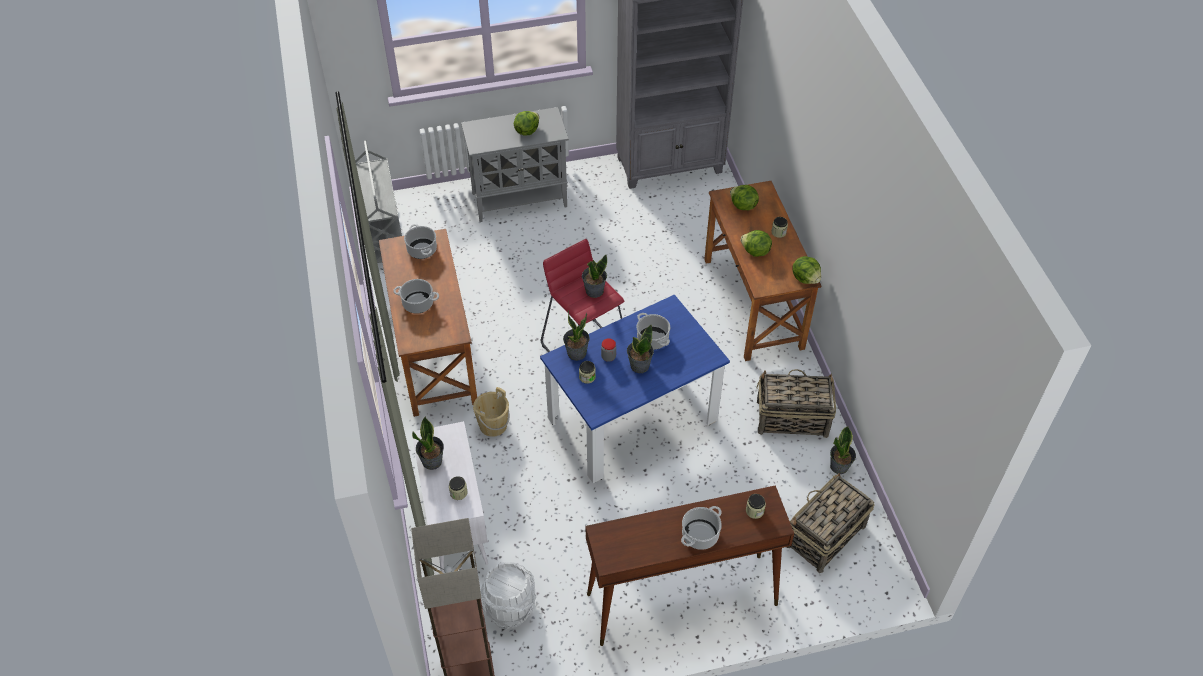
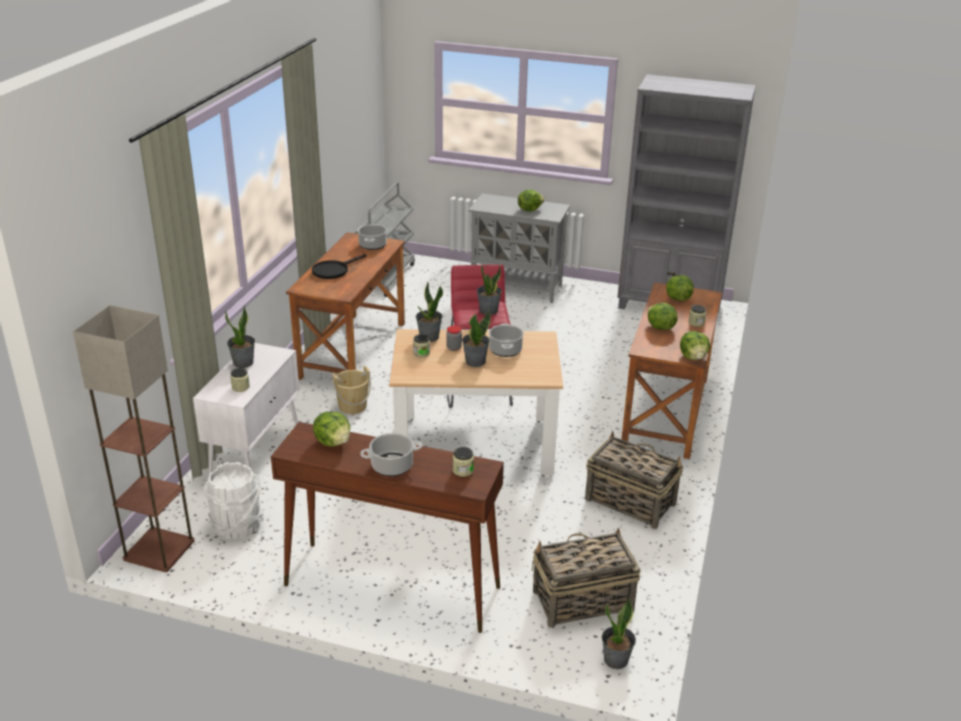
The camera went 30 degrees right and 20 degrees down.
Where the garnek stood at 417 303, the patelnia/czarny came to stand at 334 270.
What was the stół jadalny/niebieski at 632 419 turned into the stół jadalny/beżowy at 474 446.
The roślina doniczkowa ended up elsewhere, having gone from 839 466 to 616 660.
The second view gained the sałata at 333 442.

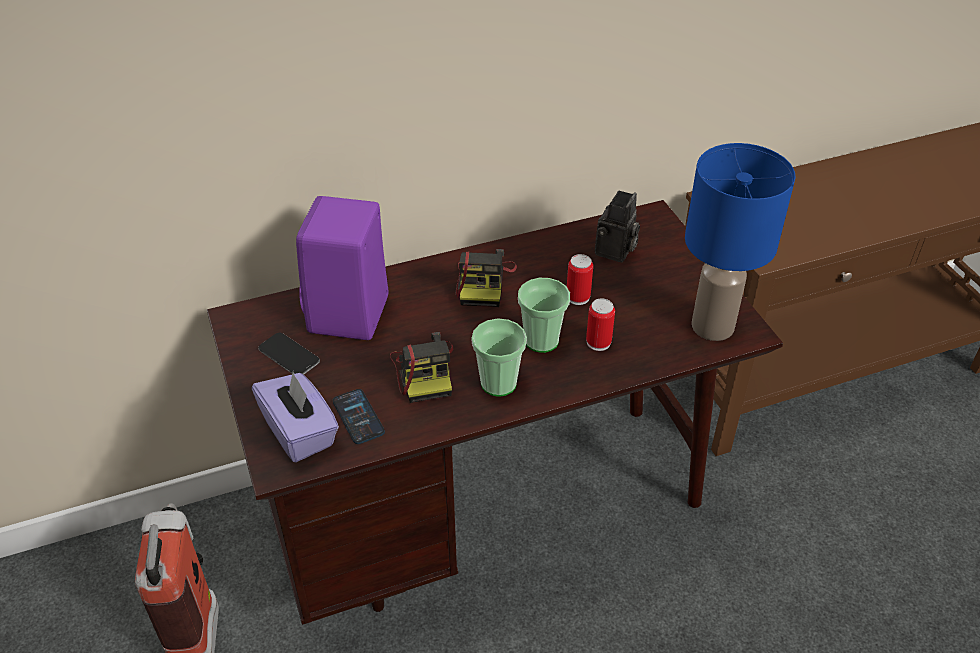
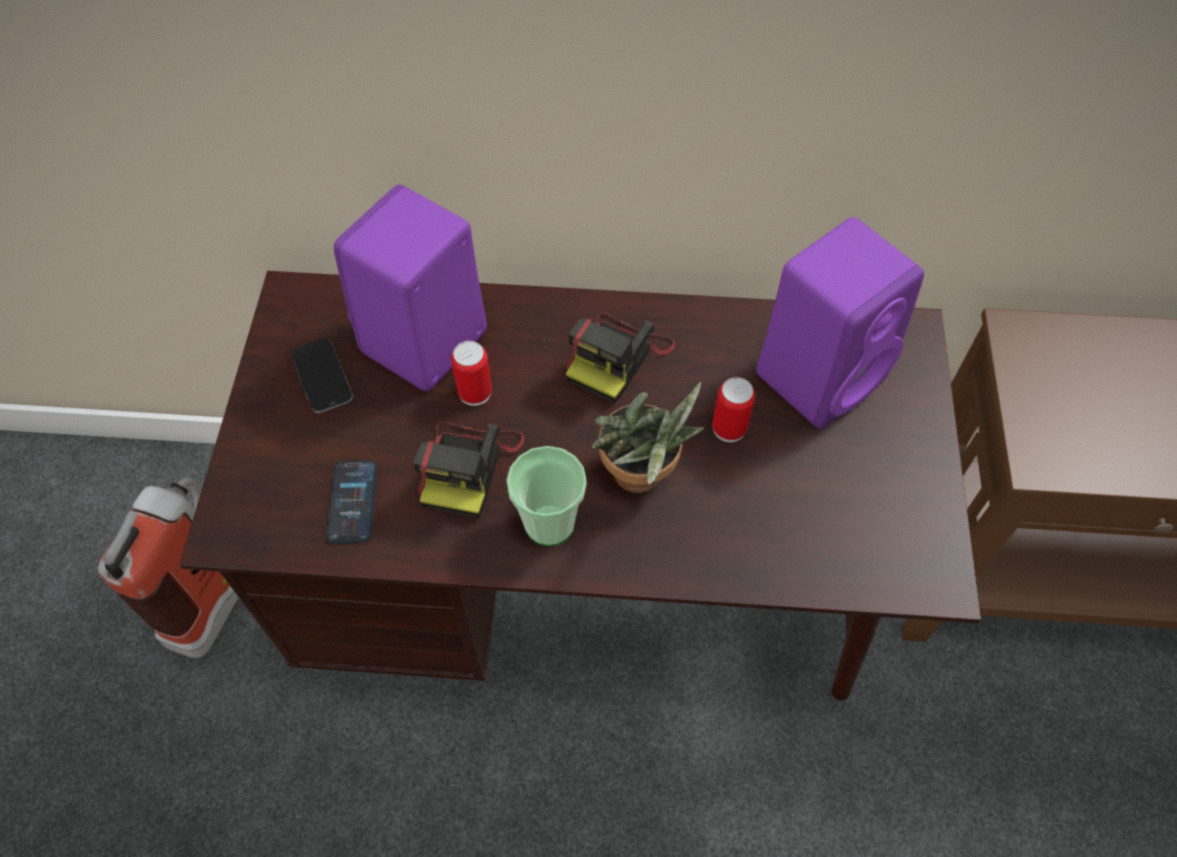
The camera went 25 degrees right and 15 degrees up.
The second view lost the pudełko chusteczek/fioletowy at 300 432.
Where the filiżanka stood at 541 340, the roślina doniczkowa came to stand at 641 478.
The puszka ended up elsewhere, having gone from 598 342 to 475 392.
Where the aparat fotograficzny stood at 615 252, the głośnik/fioletowy came to stand at 822 373.
The second view lost the lampa stołowa/niebieski at 714 327.

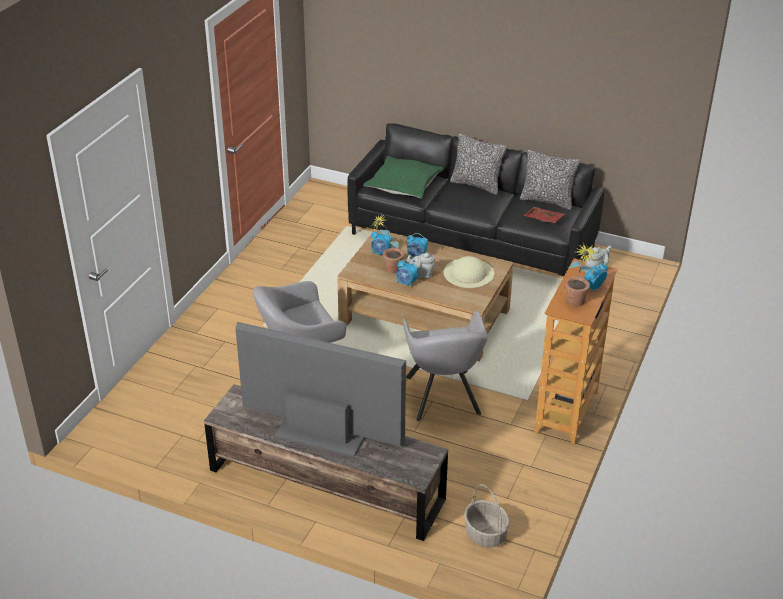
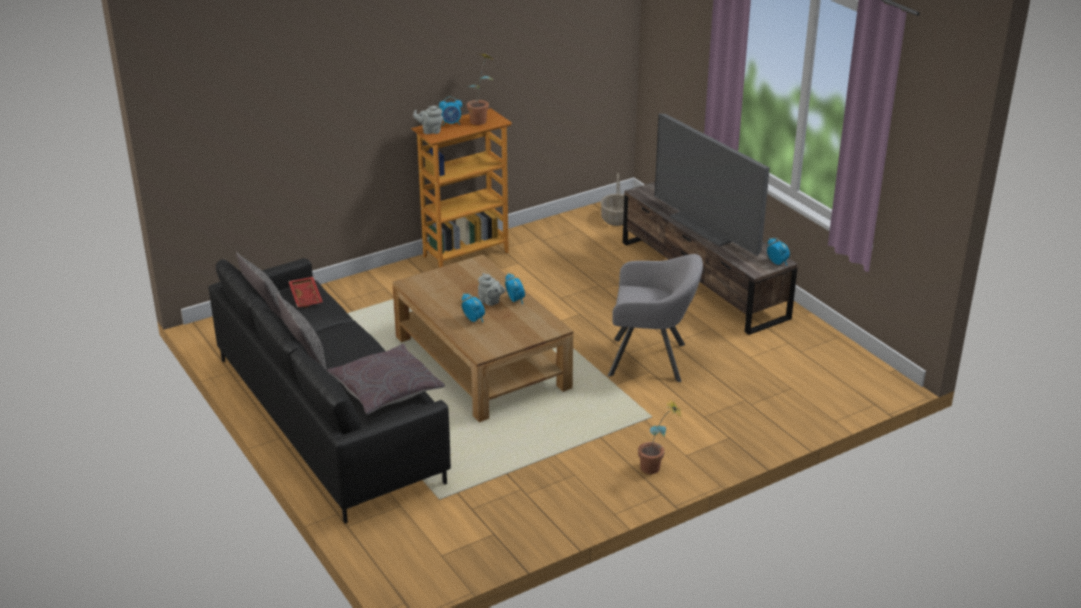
The camera went 145 degrees left and 5 degrees down.
What was the poduszka/zielony at 403 184 turned into the poduszka/szary at 386 389.
The budzik ended up elsewhere, having gone from 381 253 to 777 263.
The roślina doniczkowa ended up elsewhere, having gone from 388 269 to 656 468.
The second view lost the fotel/szary at 443 398.
The second view lost the kapelusz/beżowy at 468 273.

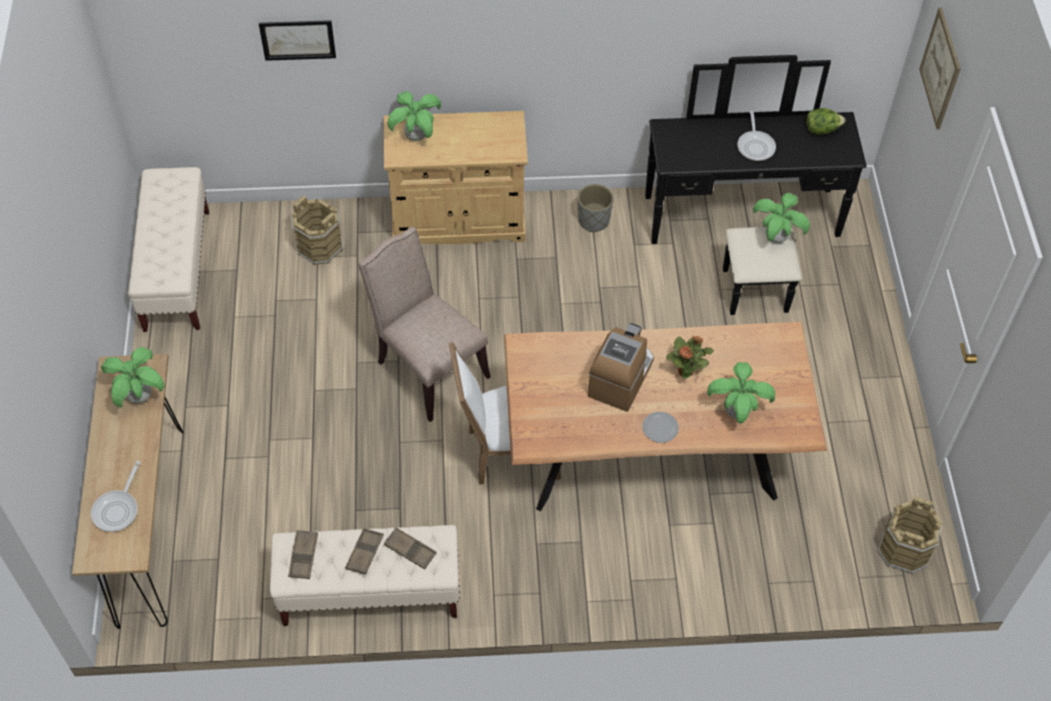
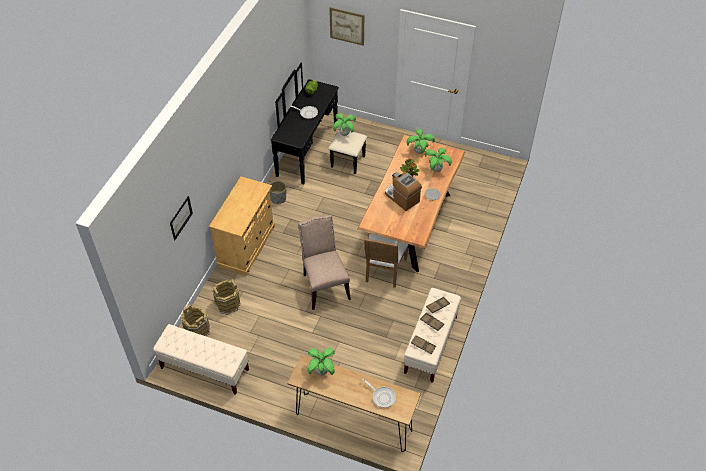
The camera went 65 degrees left and 5 degrees down.
The krzesło/beżowy at 428 368 ended up facing another way, 90 degrees clockwise from before.
The roślina doniczkowa ended up elsewhere, having gone from 416 136 to 419 151.
The wiadro/brązowy ended up elsewhere, having gone from 904 550 to 197 331.

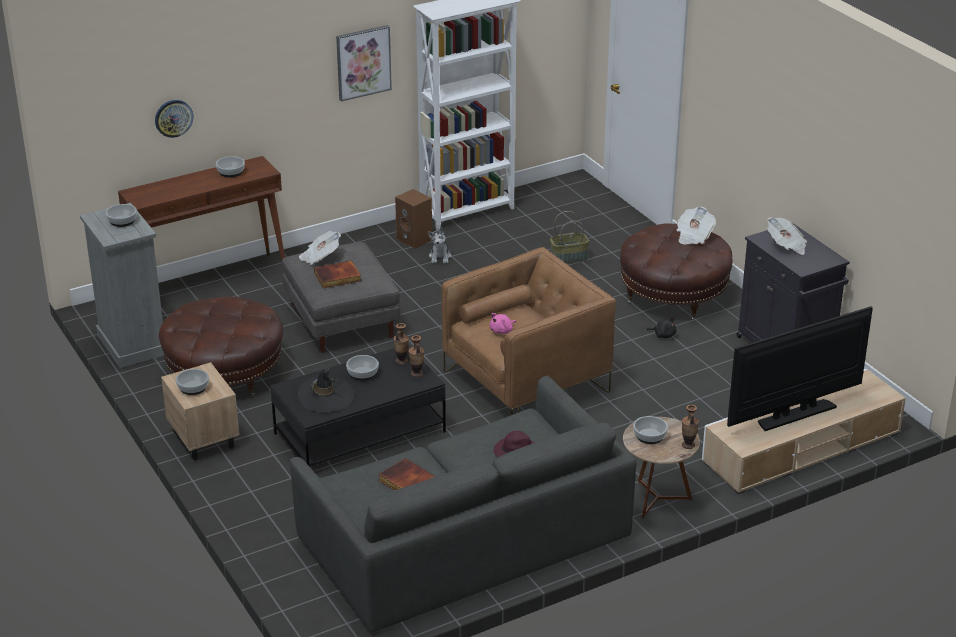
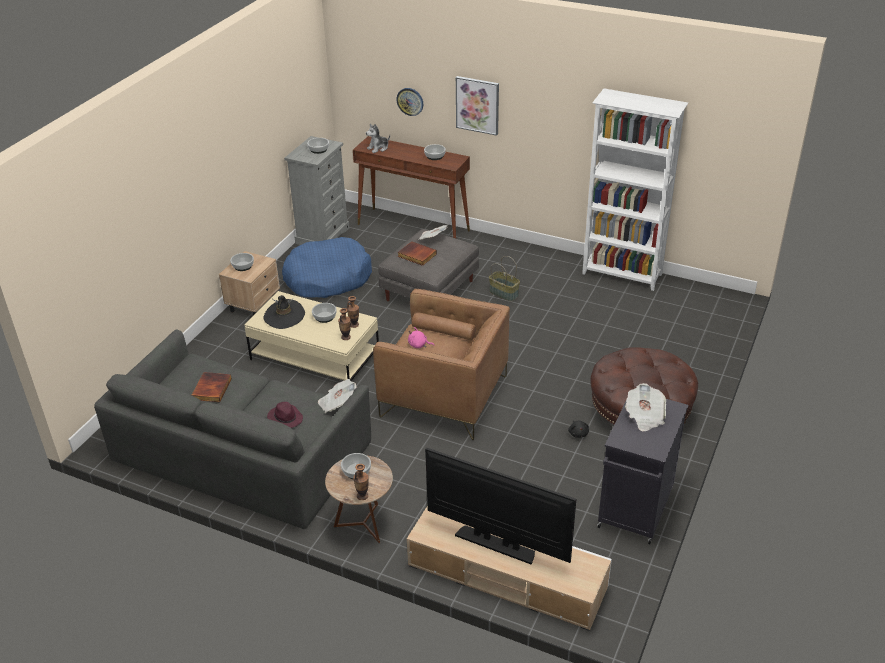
The camera went 55 degrees right and 5 degrees up.
Where the pufa/brązowy stood at 225 372, the legowisko/niebieski came to stand at 327 278.
What was the ława/czarny at 359 433 turned into the ława/beżowy at 314 356.
The obraz ended up elsewhere, having gone from 363 62 to 477 105.
The second view lost the głośnik/brązowy at 415 239.
The pluszak ended up elsewhere, having gone from 440 257 to 378 148.
The koszyk ended up elsewhere, having gone from 569 258 to 504 293.
The gazeta ended up elsewhere, having gone from 693 236 to 337 404.

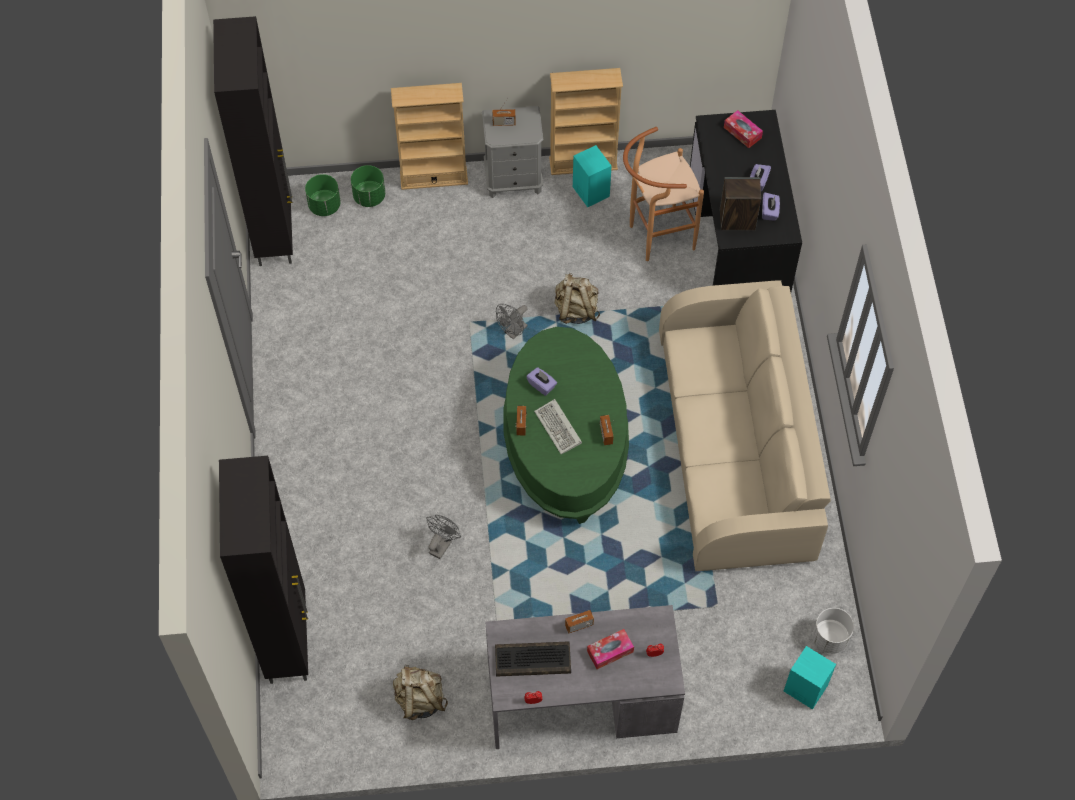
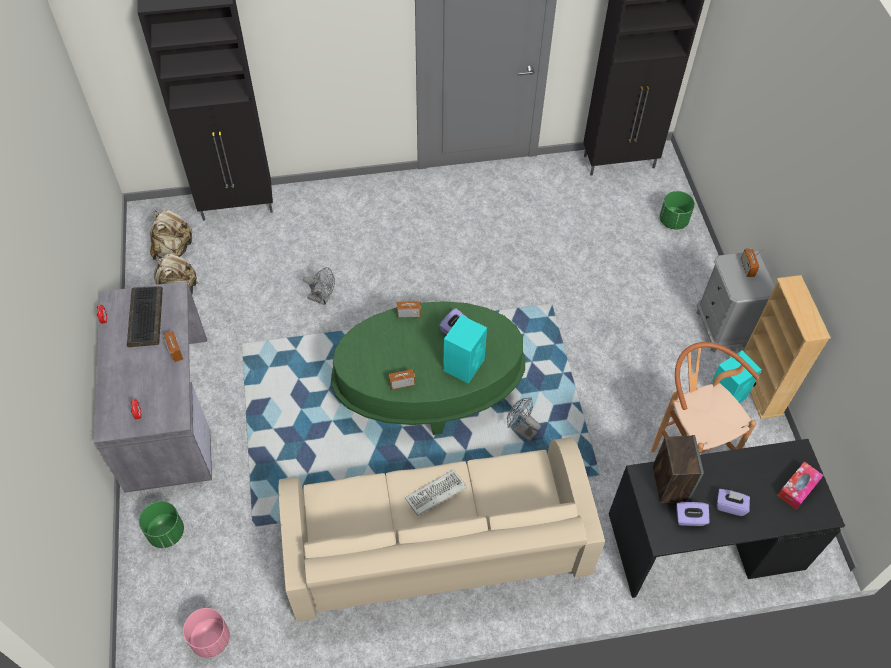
The camera went 85 degrees right and 5 degrees down.
The donica/zielony ended up elsewhere, having gone from 324 206 to 166 532.
The second view lost the regał/beżowy at 434 178.
The wentylator/szary ended up elsewhere, having gone from 513 332 to 521 430.
The klawiatura ended up elsewhere, having gone from 559 428 to 435 495.
The plecak/beżowy ended up elsewhere, having gone from 576 310 to 173 249.
The second view lost the pudełko chusteczek at 610 651.
The głośnik/turkusowy ended up elsewhere, having gone from 804 688 to 464 364.
What was the donica/biały at 830 638 turned into the donica/różowy at 210 639.

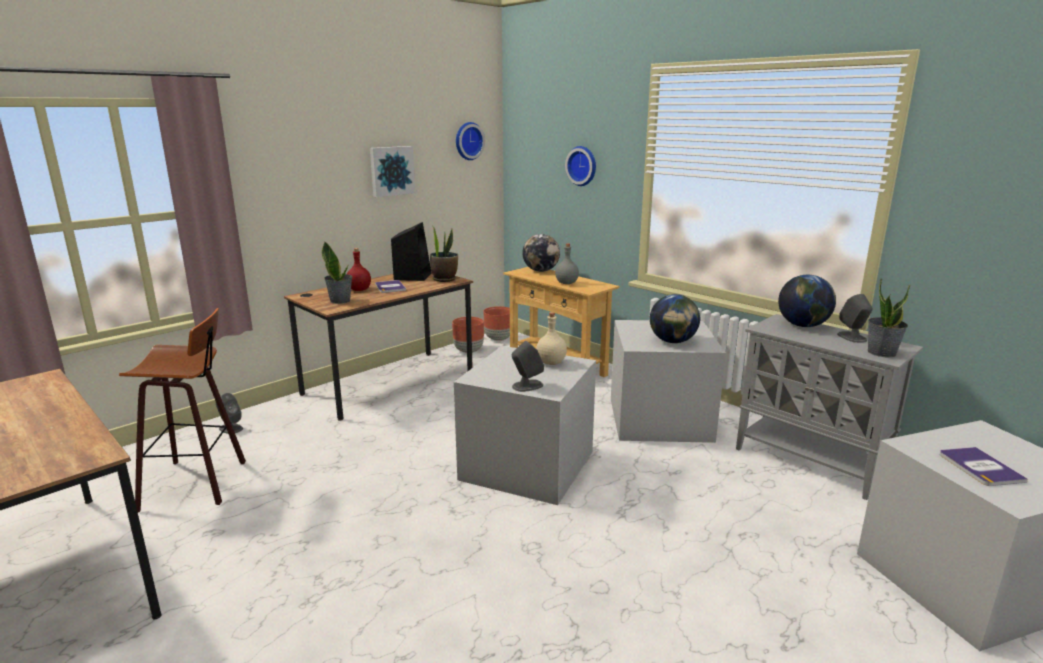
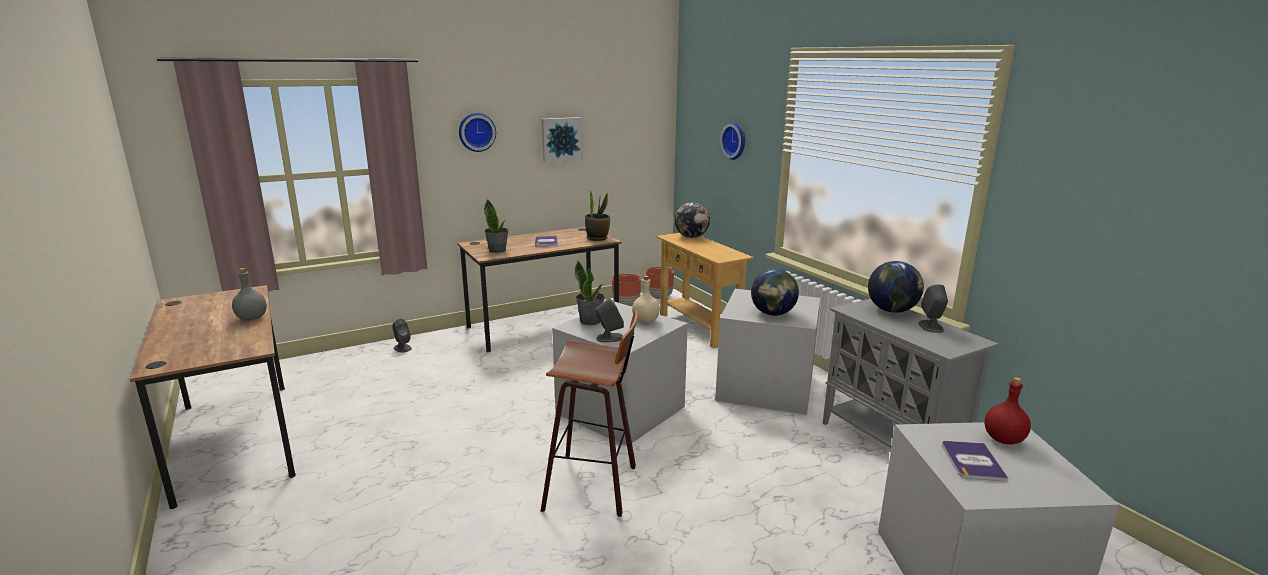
The camera went 15 degrees right and 0 degrees up.
The stołek ended up elsewhere, having gone from 198 483 to 594 485.
The butelka/czerwony ended up elsewhere, having gone from 360 290 to 1004 440.
The second view lost the głośnik/czarny at 412 276.
The zegar ścienny ended up elsewhere, having gone from 468 141 to 476 132.
The butelka/szary ended up elsewhere, having gone from 567 283 to 251 318.
The roślina doniczkowa ended up elsewhere, having gone from 881 352 to 590 321.

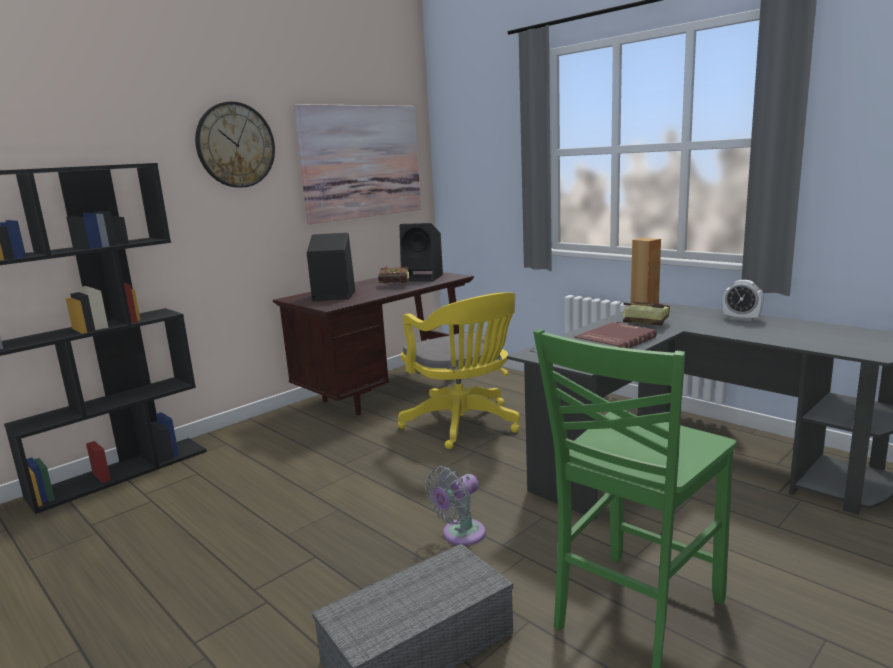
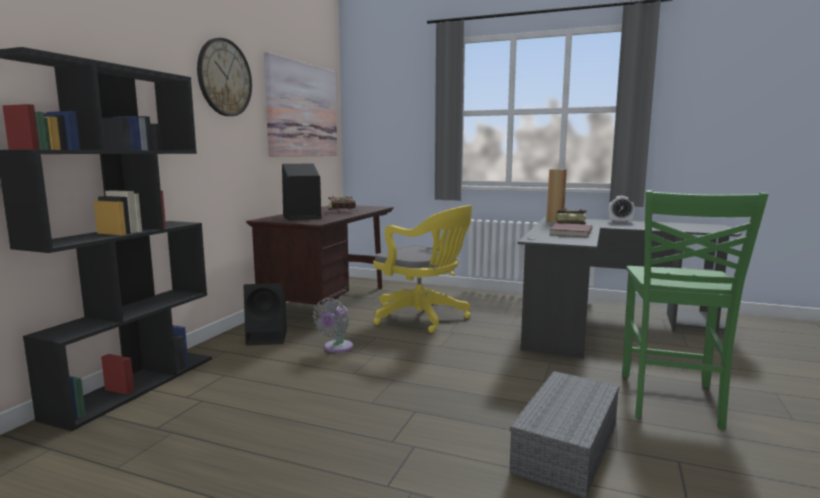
The camera went 25 degrees left and 5 degrees down.
The głośnik/czarny ended up elsewhere, having gone from 423 278 to 268 338.
The wentylator/szary ended up elsewhere, having gone from 460 535 to 336 348.

